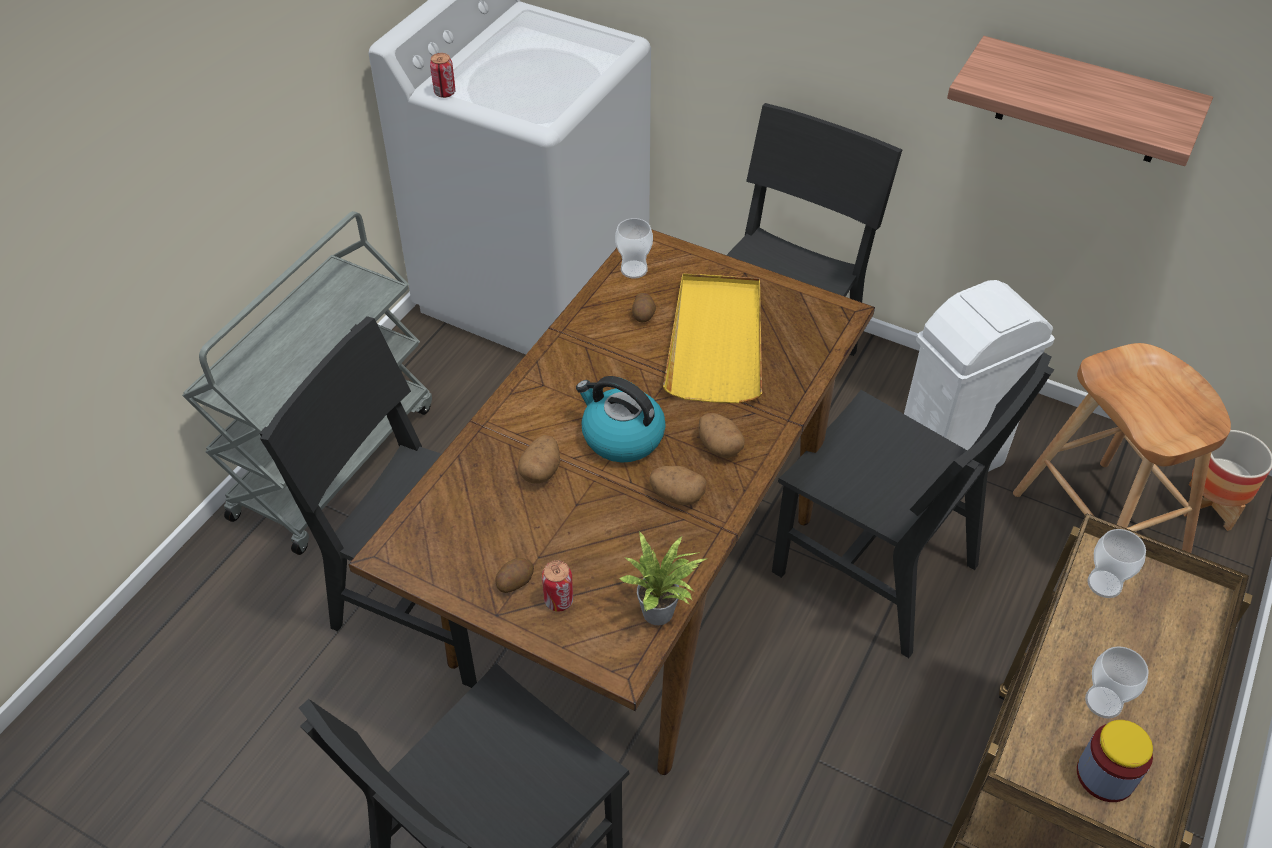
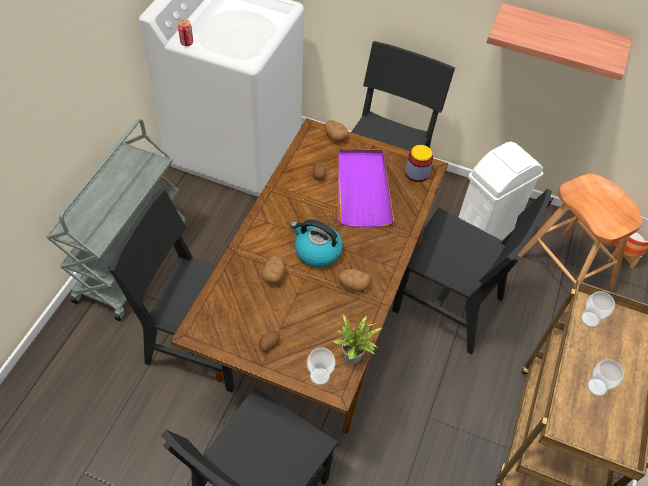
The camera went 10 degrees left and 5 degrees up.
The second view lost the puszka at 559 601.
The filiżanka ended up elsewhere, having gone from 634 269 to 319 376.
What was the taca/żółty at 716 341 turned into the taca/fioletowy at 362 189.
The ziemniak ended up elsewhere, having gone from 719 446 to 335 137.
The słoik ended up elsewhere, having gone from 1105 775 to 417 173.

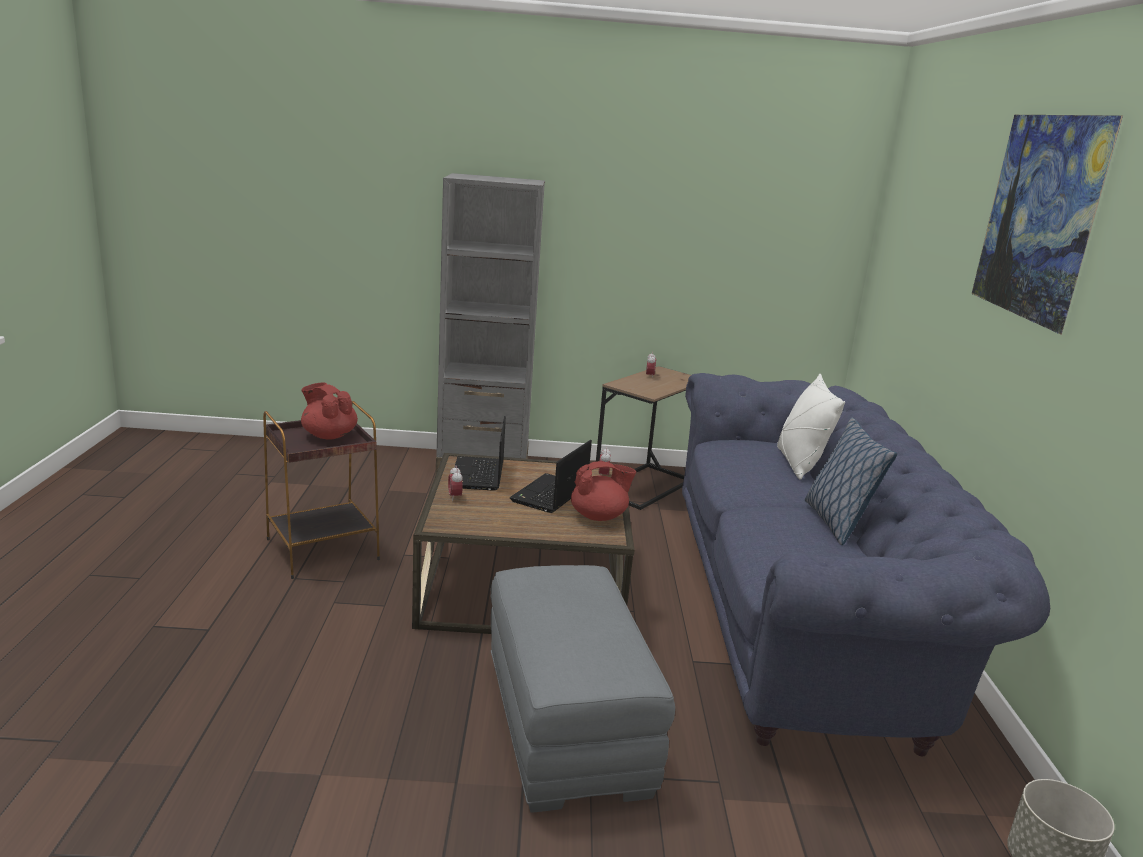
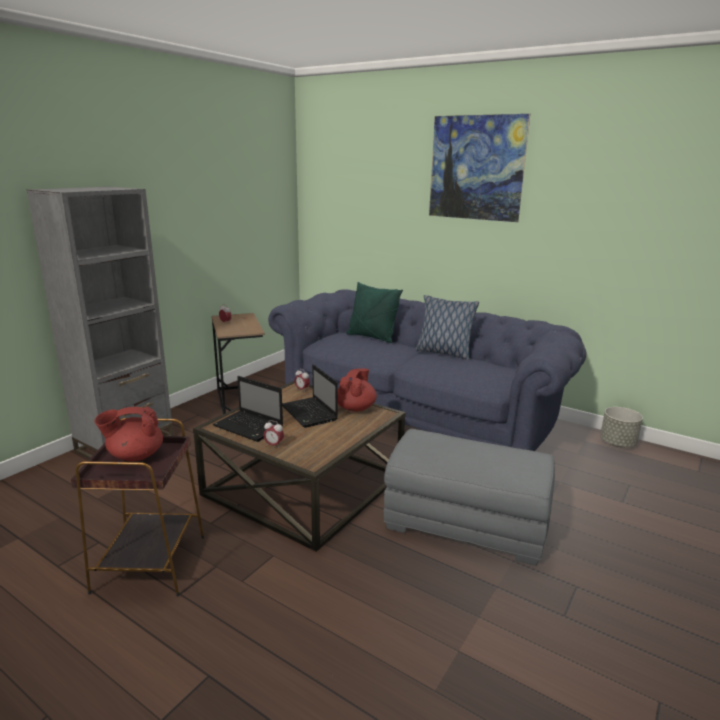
The camera went 55 degrees left and 0 degrees up.
What was the poduszka/biały at 799 464 turned into the poduszka/zielony at 372 337.

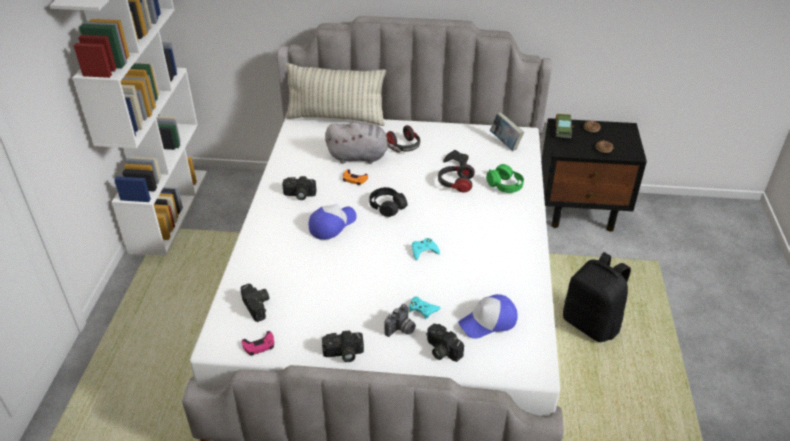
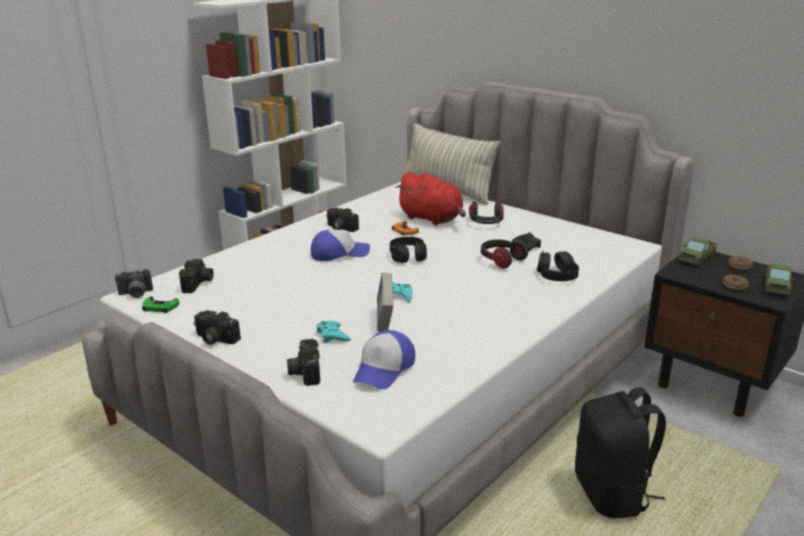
The camera went 35 degrees right and 15 degrees down.
What was the pad do gier/różowy at 259 345 turned into the pad do gier/zielony at 160 307.
What was the pluszak/szary at 360 157 turned into the pluszak/czerwony at 432 219.
The aparat fotograficzny ended up elsewhere, having gone from 401 330 to 135 294.
The czapka z daszkiem at 488 322 ended up facing another way, 75 degrees counterclockwise from before.
What was the słuchawki/zielony at 505 185 turned into the słuchawki/czarny at 556 276.
The książka ended up elsewhere, having gone from 505 143 to 385 321.
The second view gained the ciężarówka zabawkowa at 776 287.

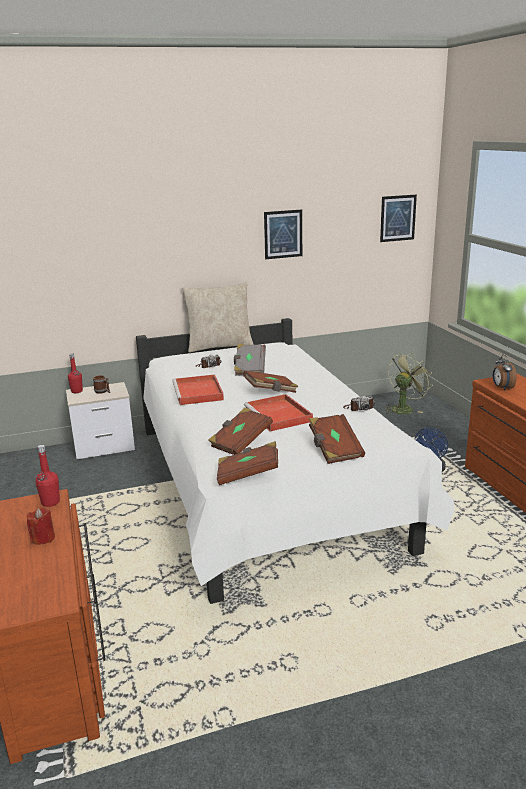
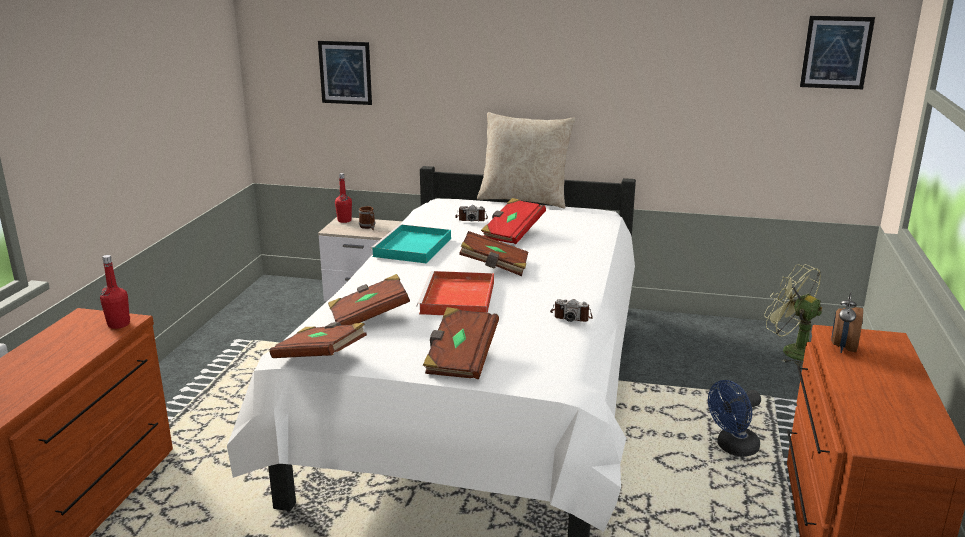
The camera went 30 degrees right and 0 degrees up.
The second view lost the świeca/czerwony at 43 538.
What was the taca/czerwony at 198 393 turned into the taca/turkusowy at 412 248.
What was the książka/szary at 249 368 turned into the książka/czerwony at 512 233.
The obraz ended up elsewhere, having gone from 283 234 to 345 72.
The wentylator/zielony at 404 408 ended up facing another way, 120 degrees counterclockwise from before.

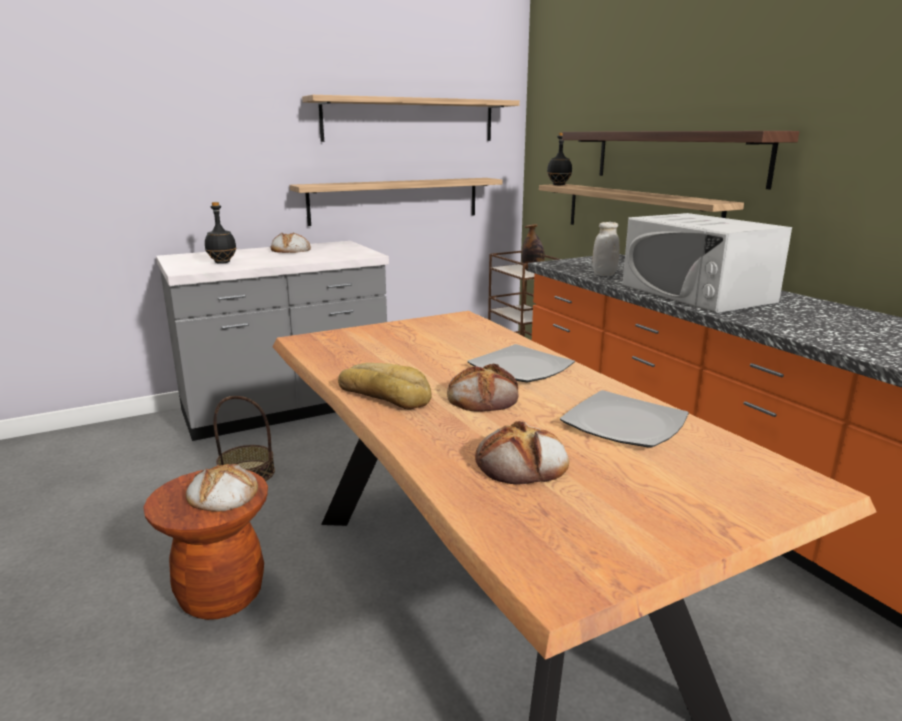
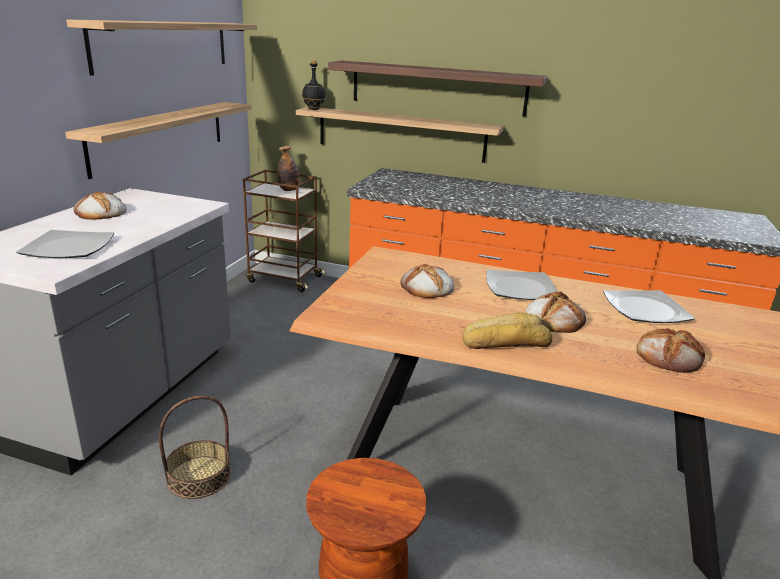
The camera went 45 degrees left and 5 degrees up.
The chleb ended up elsewhere, having gone from 222 494 to 426 288.
Where the butelka/czarny stood at 222 262, the talerz came to stand at 68 247.
The second view lost the słoik/biały at 604 274.
The second view lost the mikrofalówka/biały at 696 293.

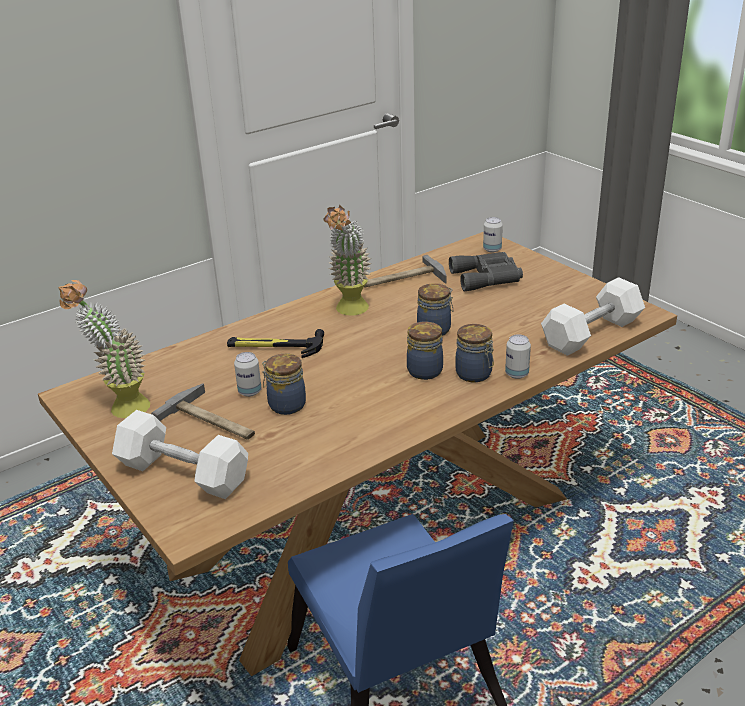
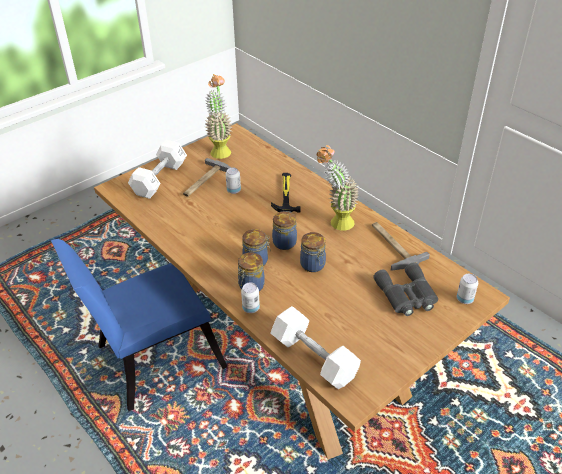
The camera went 85 degrees right and 10 degrees up.
The słoik ended up elsewhere, having gone from 285 405 to 285 242.

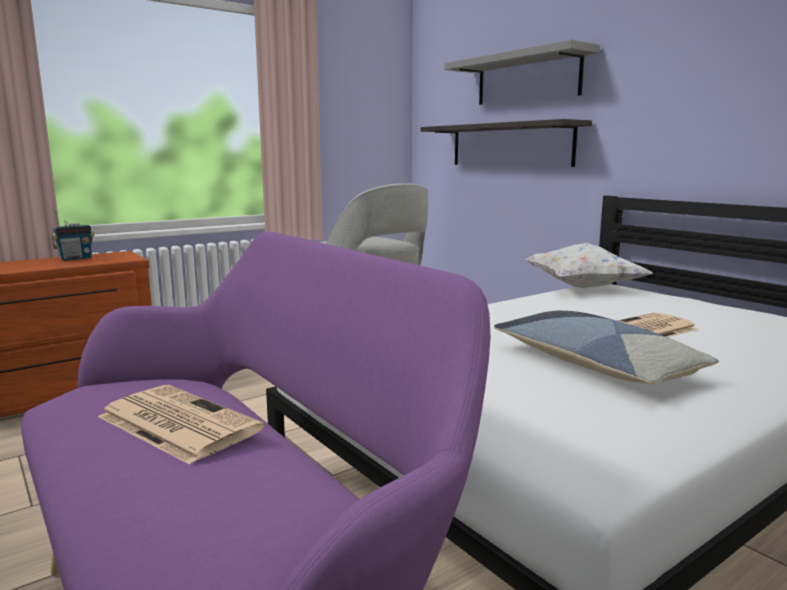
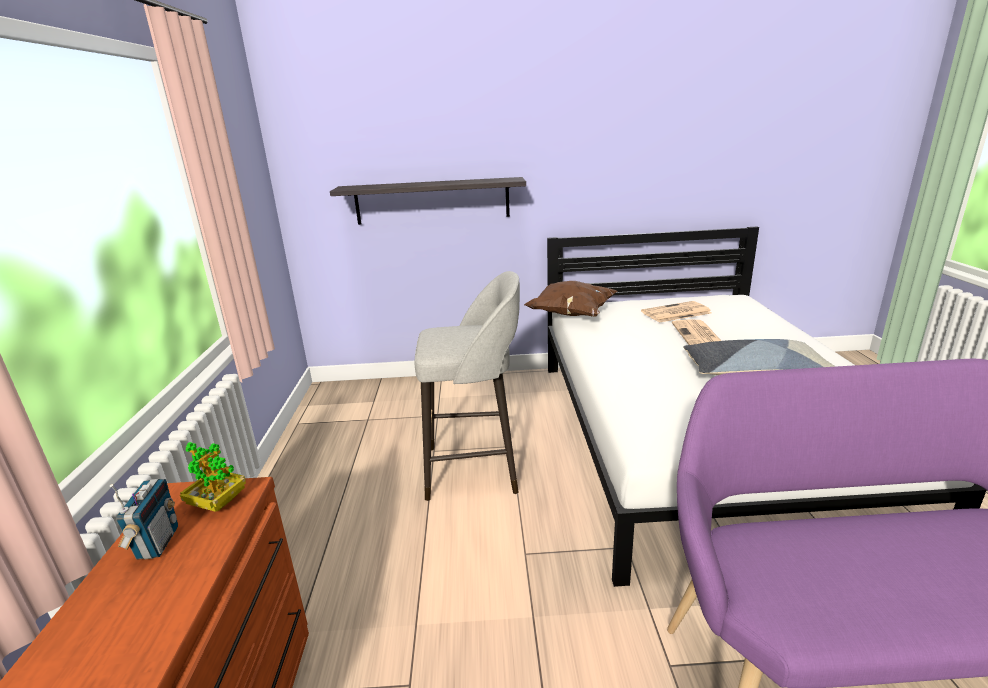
The camera went 55 degrees left and 10 degrees up.
The gazeta ended up elsewhere, having gone from 176 423 to 675 313.
The second view lost the półka/szary at 527 78.
What was the poduszka/biały at 581 287 turned into the poduszka/brązowy at 571 314.
The second view gained the roślina doniczkowa at 218 503.

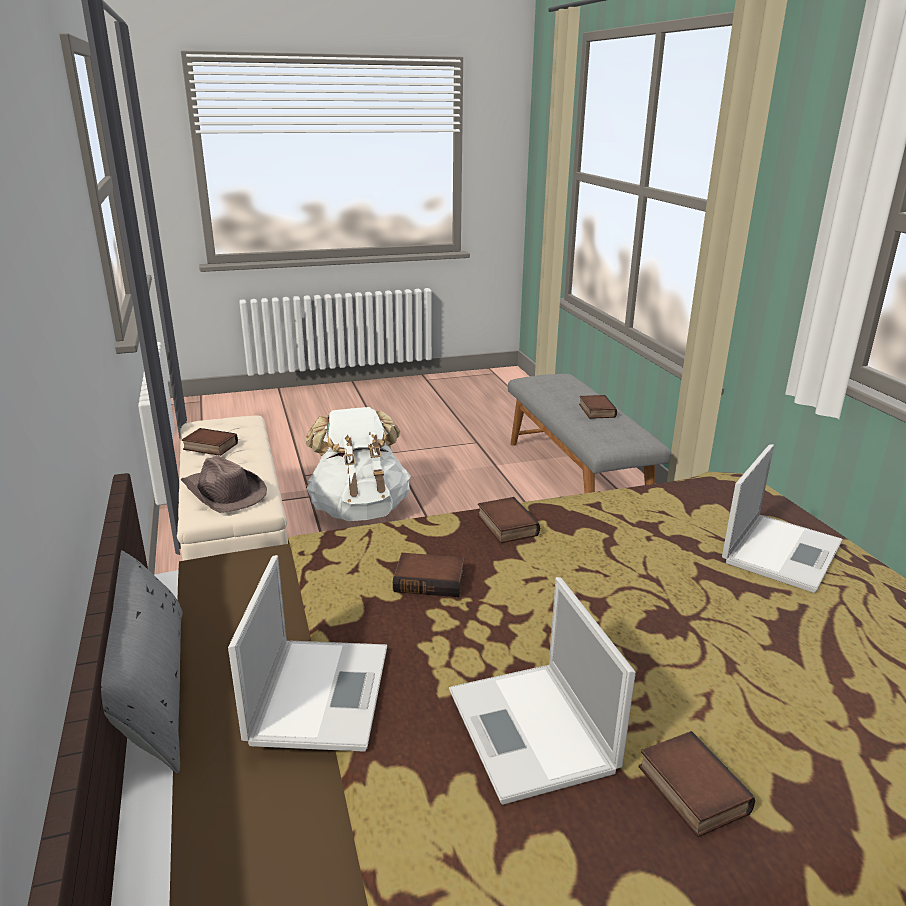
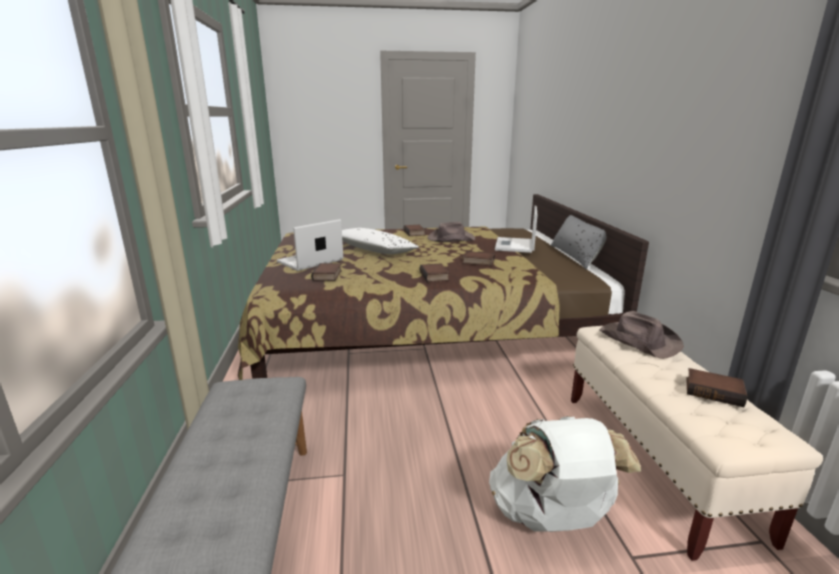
The camera went 170 degrees left and 5 degrees down.
Where the laptop stood at 532 732, the kapelusz/brązowy came to stand at 450 239.
The książka ended up elsewhere, having gone from 595 410 to 328 275.
The second view gained the poduszka/biały at 374 250.

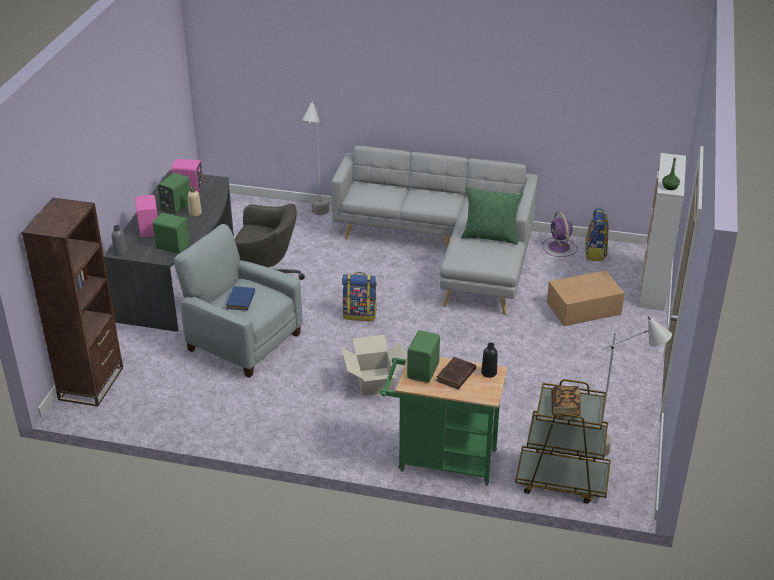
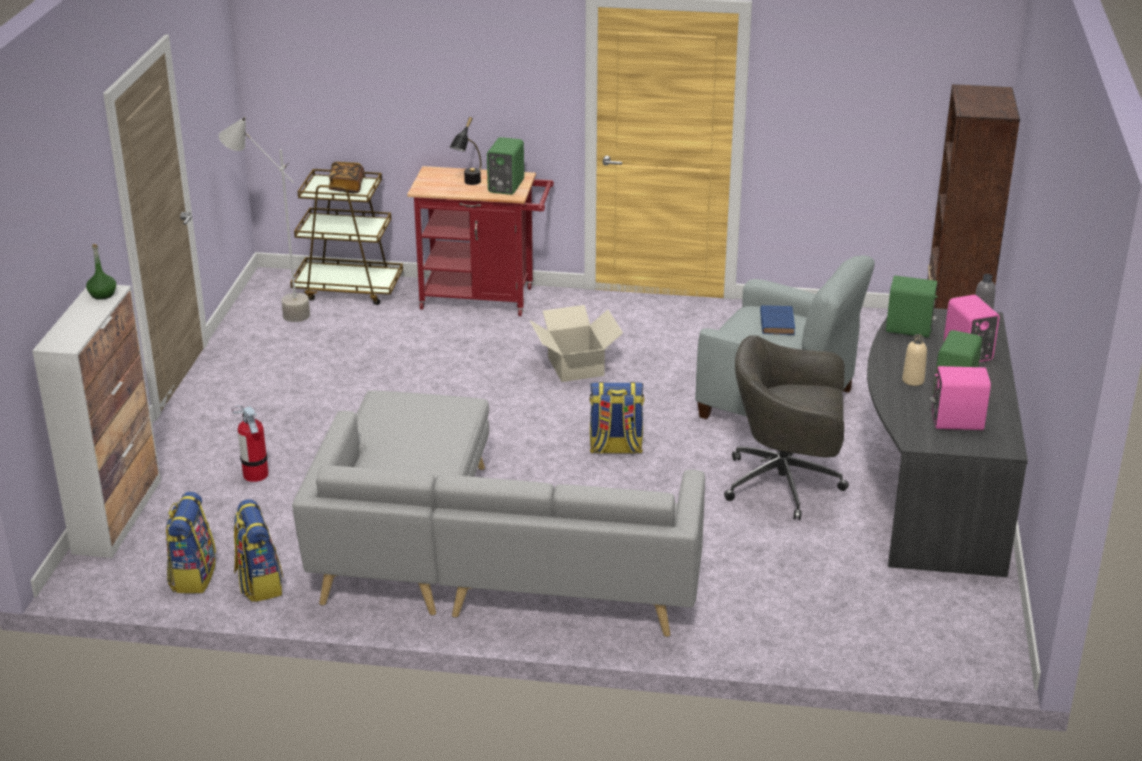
The camera went 175 degrees right and 5 degrees down.
The second view lost the lampa stojąca/szary at 318 218.
What was the wózek/zielony at 441 460 turned into the wózek/czerwony at 484 298.
Where the książka/brązowy stood at 455 376, the lampa stołowa/czarny came to stand at 468 184.
The second view lost the poduszka/zielony at 490 236.
The second view lost the butelka/czarny at 489 373.
Where the wentylator/fioletowy stood at 559 247, the plecak came to stand at 259 583.
Where the karton stood at 582 308, the gaśnica came to stand at 255 474.

